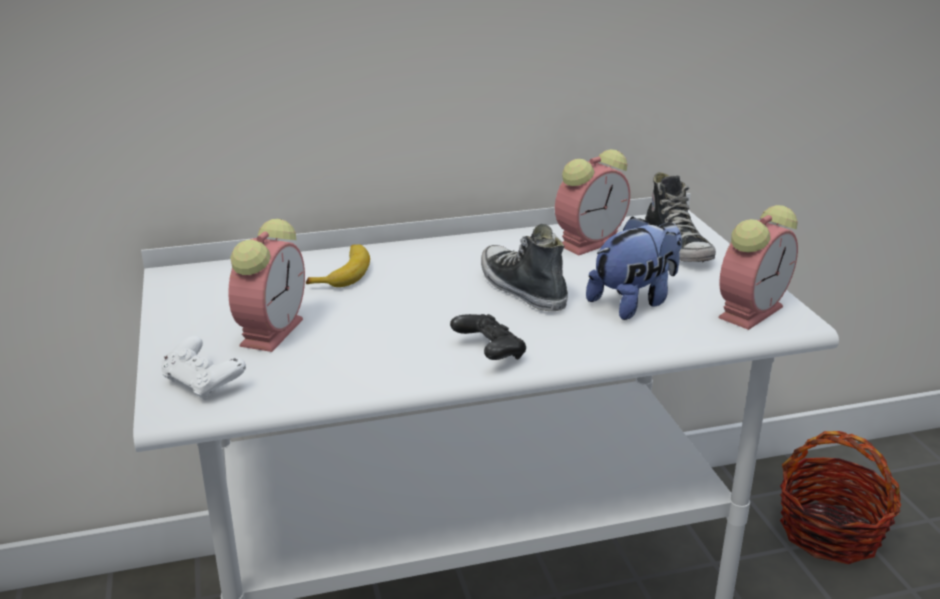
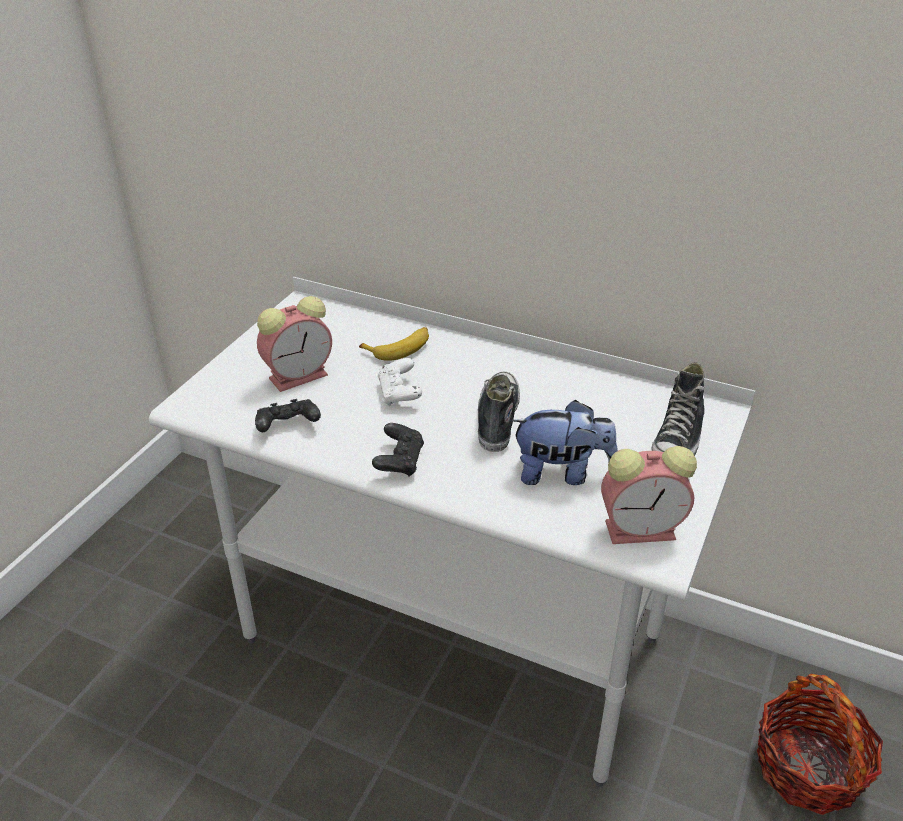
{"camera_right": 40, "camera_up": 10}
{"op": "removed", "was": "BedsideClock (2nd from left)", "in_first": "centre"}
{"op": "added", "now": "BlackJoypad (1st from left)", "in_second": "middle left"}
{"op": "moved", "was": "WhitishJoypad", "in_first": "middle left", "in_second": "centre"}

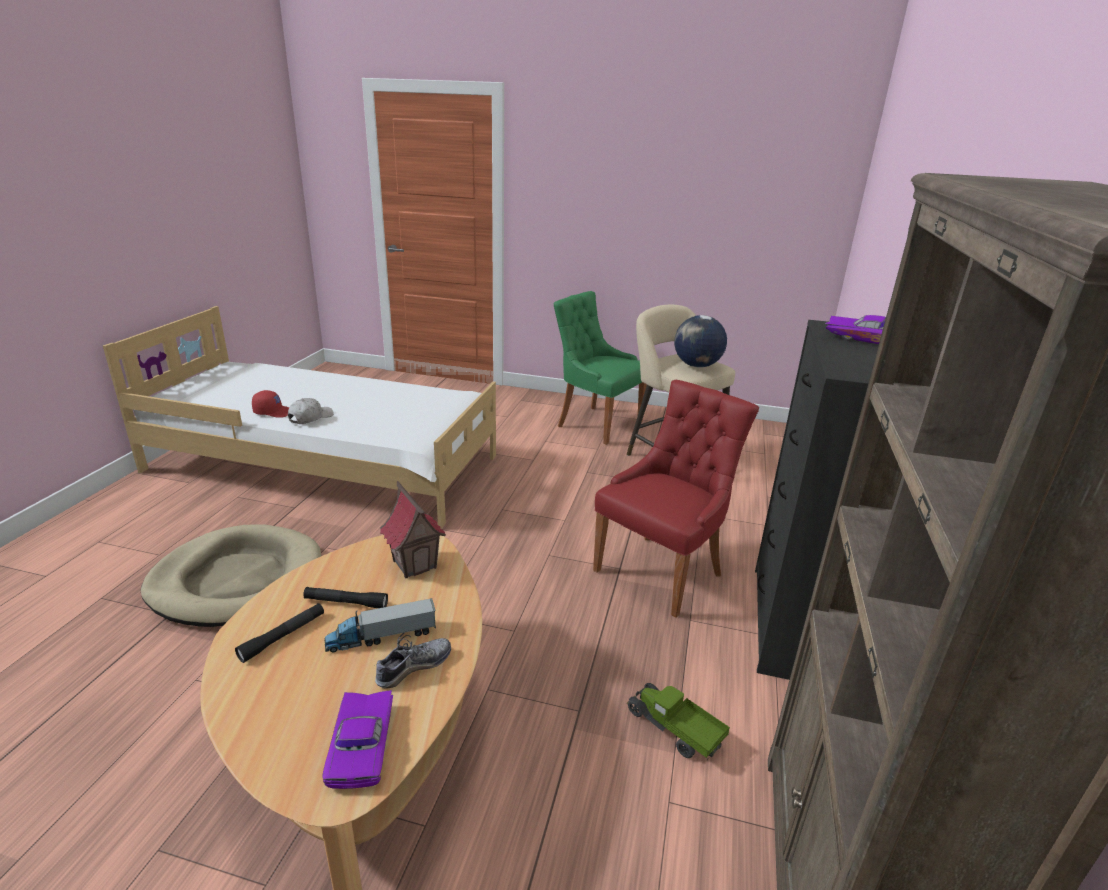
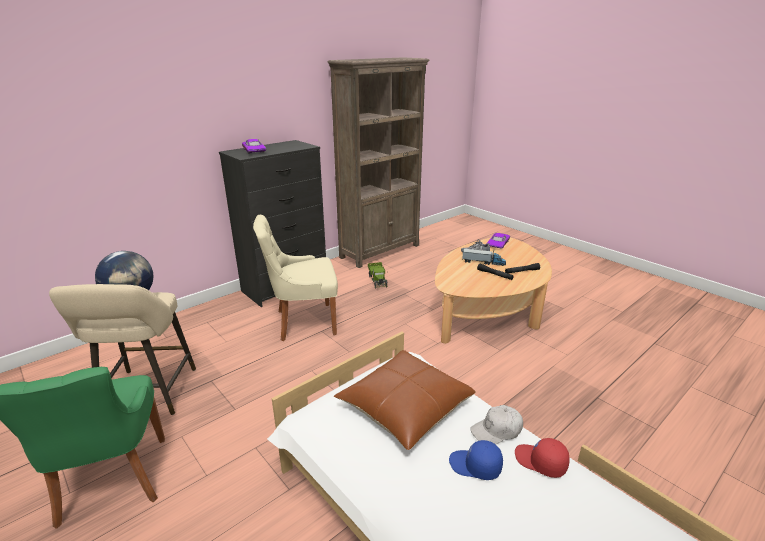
{"camera_right": -145, "camera_up": 0}
{"op": "removed", "was": "SandColouredDogBed", "in_first": "middle left"}
{"op": "removed", "was": "MiniatureHouse", "in_first": "centre"}
{"op": "added", "now": "BrownColouredPillow", "in_second": "bottom centre"}
{"op": "added", "now": "BlueBaseballCap", "in_second": "bottom centre"}
{"op": "recoloured", "was": "RedColouredChair", "now": "SandColouredChair", "in_first": "centre", "in_second": "centre"}

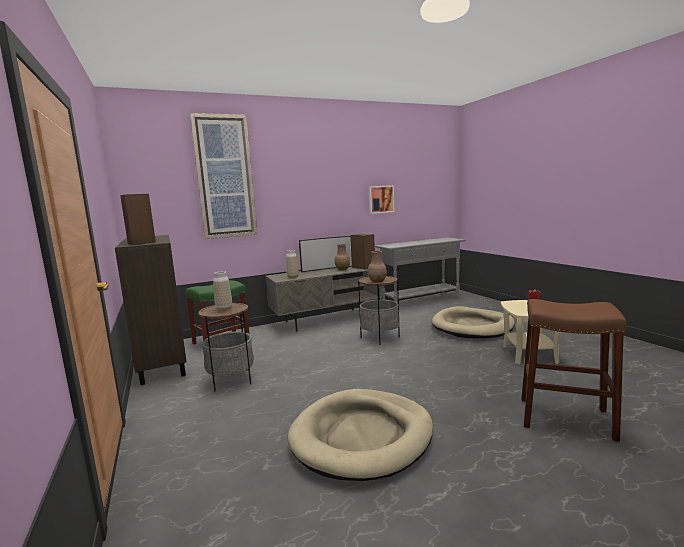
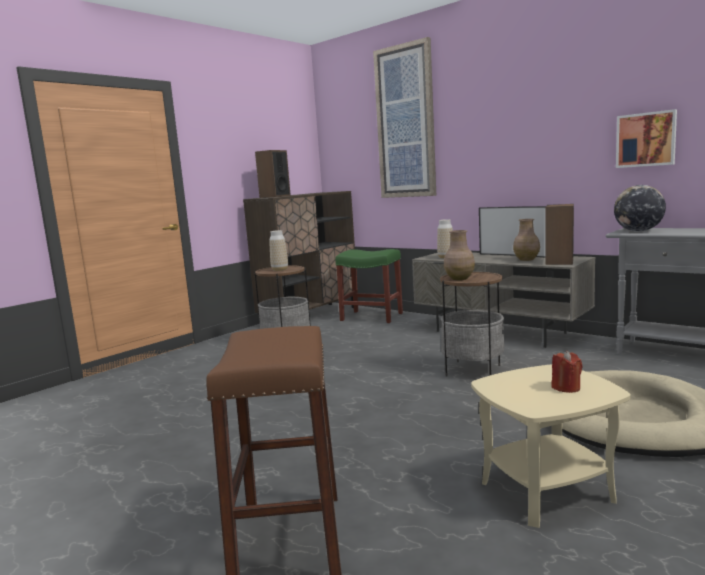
{"camera_right": 65, "camera_up": 0}
{"op": "removed", "was": "SandColouredDogBed (1st from left)", "in_first": "bottom centre"}
{"op": "added", "now": "WorldGlobe", "in_second": "middle right"}

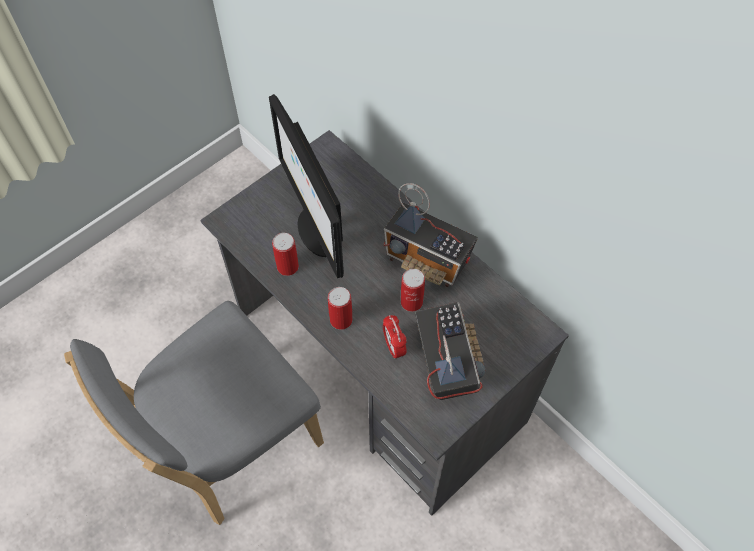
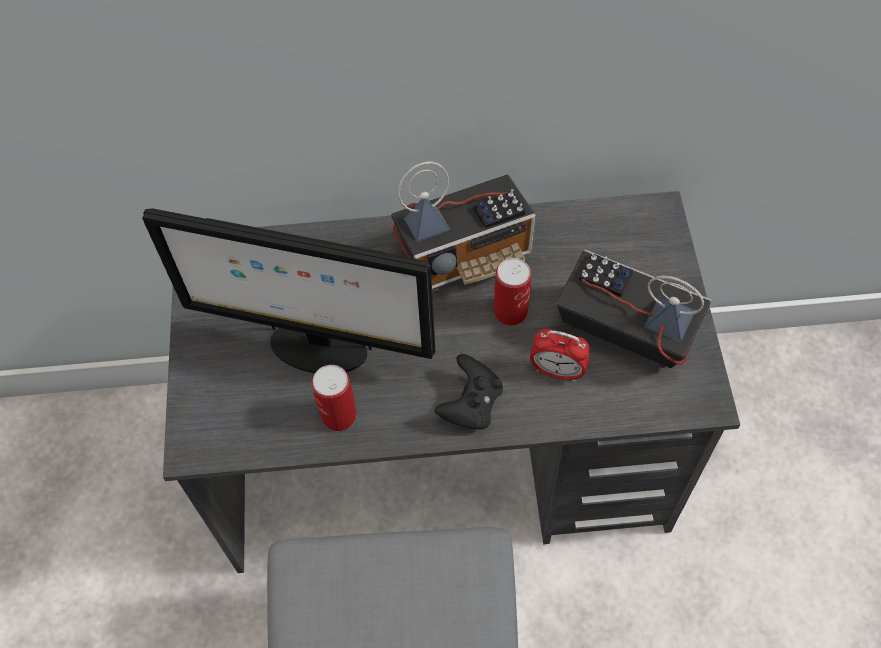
{"camera_right": -50, "camera_up": 0}
{"op": "replaced", "was": "MetalCan (2nd from left)", "now": "BlackJoypad", "in_first": "centre", "in_second": "centre"}

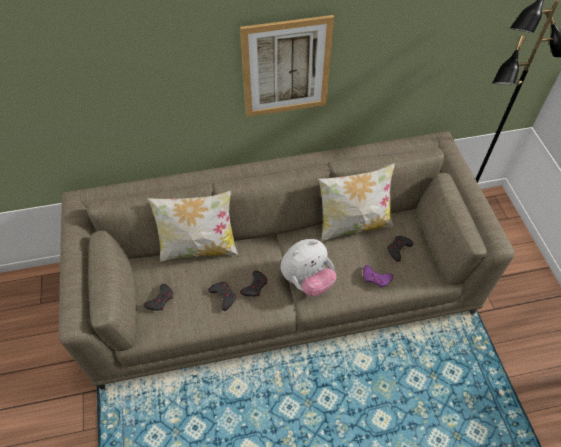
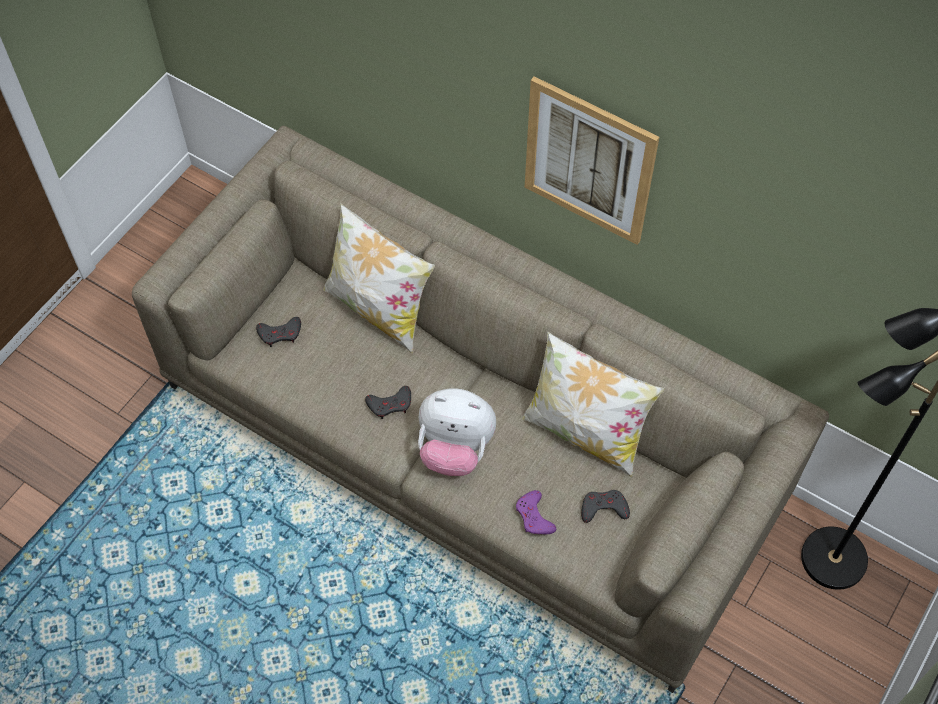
{"camera_right": 45, "camera_up": 5}
{"op": "removed", "was": "GrayJoypad (2nd from left)", "in_first": "centre"}

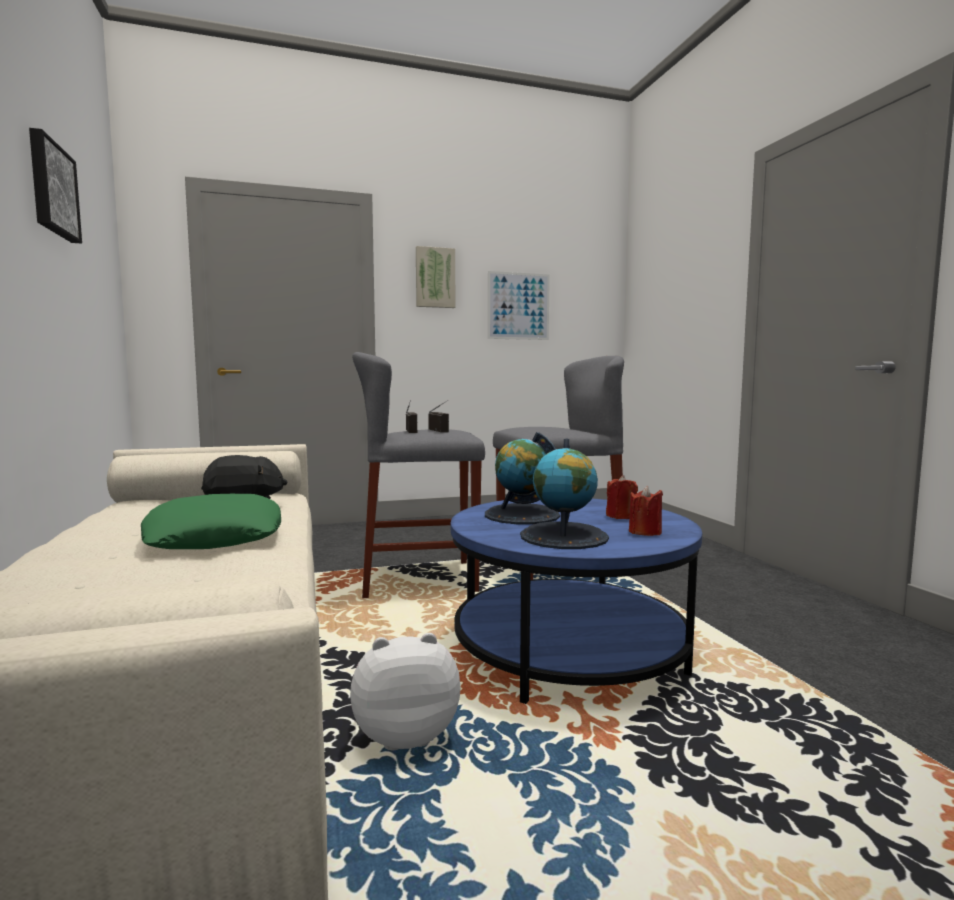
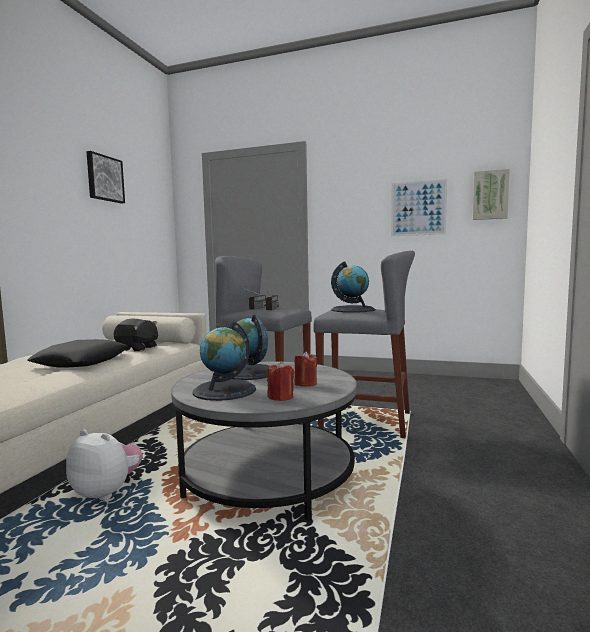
{"camera_right": 35, "camera_up": 0}
{"op": "added", "now": "WorldGlobe (3rd from left)", "in_second": "centre"}
{"op": "moved", "was": "Picture (2nd from left in the first image)", "now": "Picture (3rd from left)", "in_first": "top centre", "in_second": "top right"}
{"op": "recoloured", "was": "GreenishPillow", "now": "BlackPillow", "in_first": "middle left", "in_second": "middle left"}
{"op": "recoloured", "was": "BlueLowTable", "now": "GrayLowTable", "in_first": "bottom centre", "in_second": "bottom centre"}

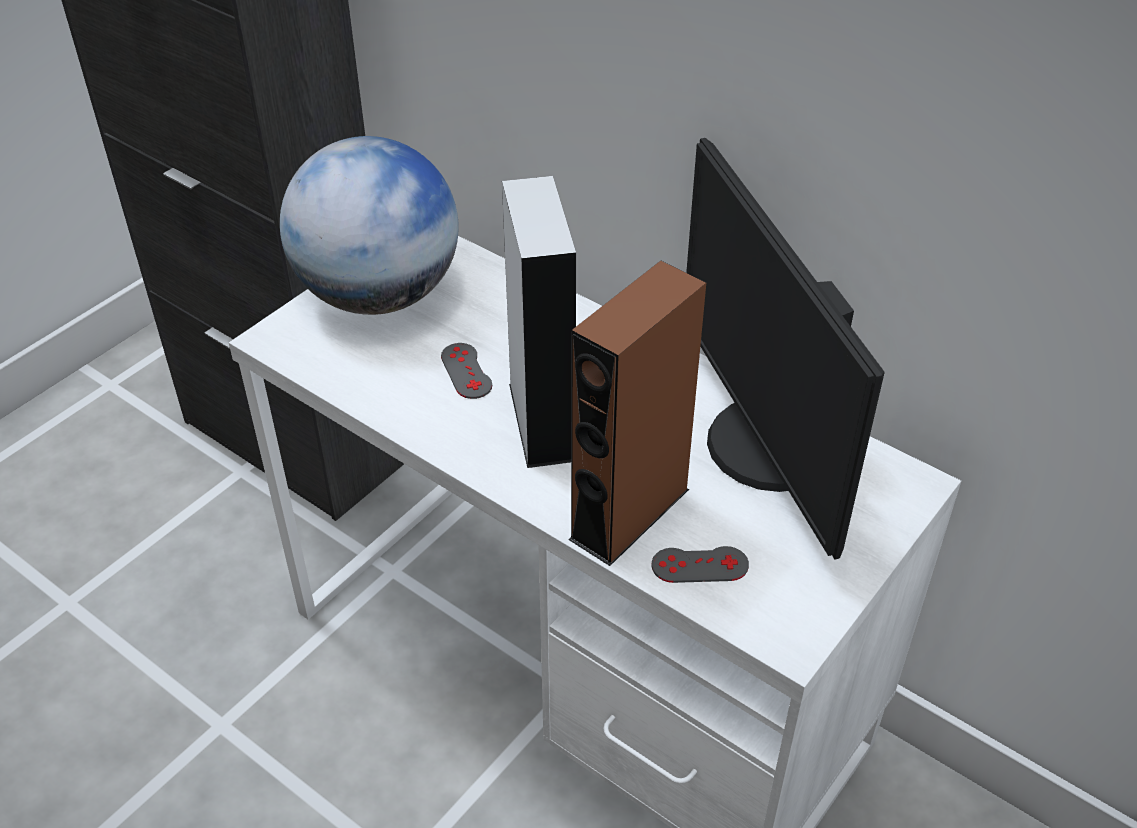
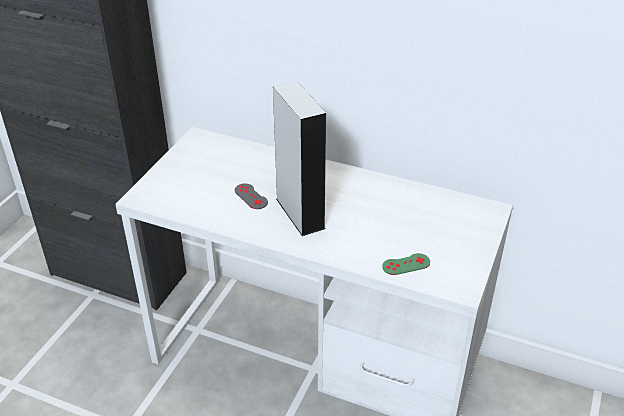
{"camera_right": -15, "camera_up": -5}
{"op": "removed", "was": "WorldGlobe", "in_first": "top left"}
{"op": "removed", "was": "BrownColouredAudioSpeaker", "in_first": "centre"}
{"op": "removed", "was": "ComputerScreen", "in_first": "middle right"}
{"op": "recoloured", "was": "GrayJoypad (2nd from left)", "now": "GreenishJoypad", "in_first": "bottom centre", "in_second": "centre"}

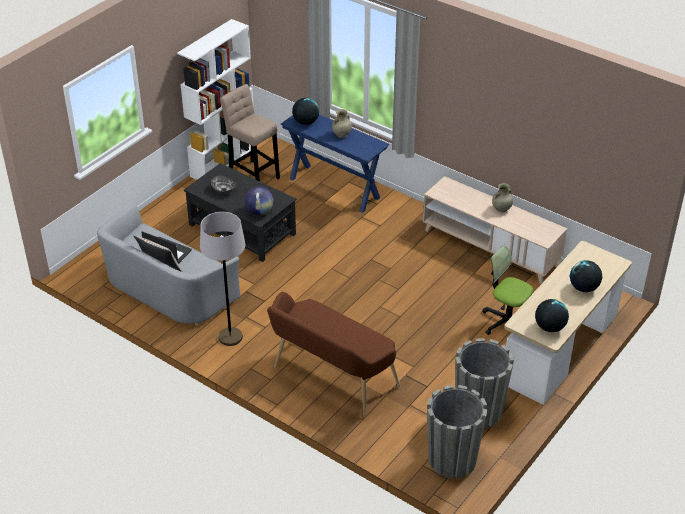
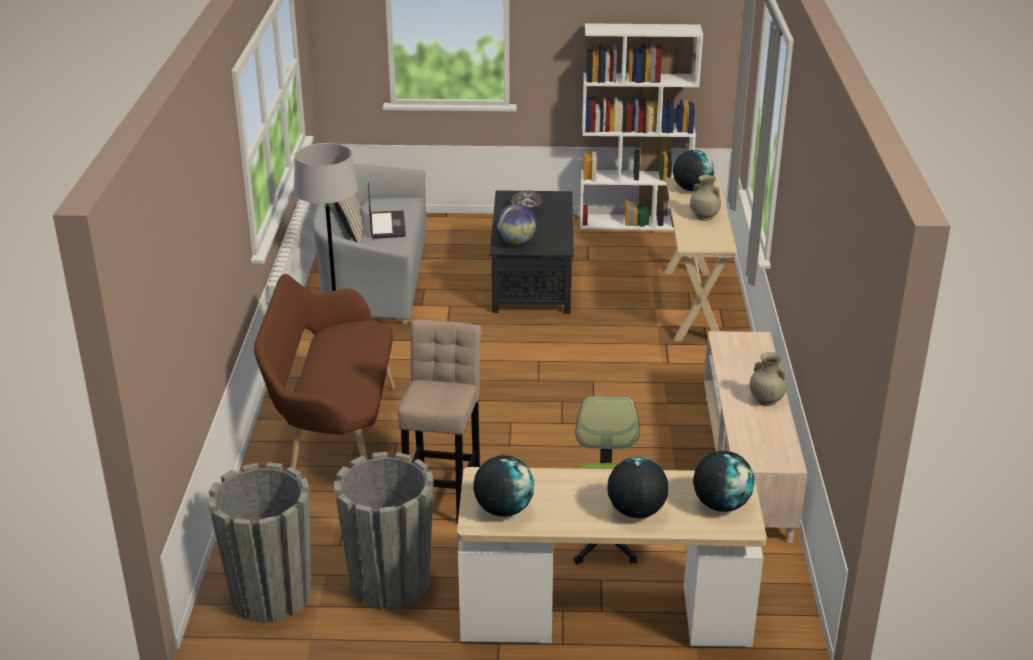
{"camera_right": 55, "camera_up": -10}
{"op": "added", "now": "WorldGlobe (5th from left)", "in_second": "bottom right"}
{"op": "moved", "was": "SandColouredSittingStool", "in_first": "top centre", "in_second": "centre"}
{"op": "recoloured", "was": "BlueHallTable", "now": "SandColouredHallTable", "in_first": "top centre", "in_second": "middle right"}

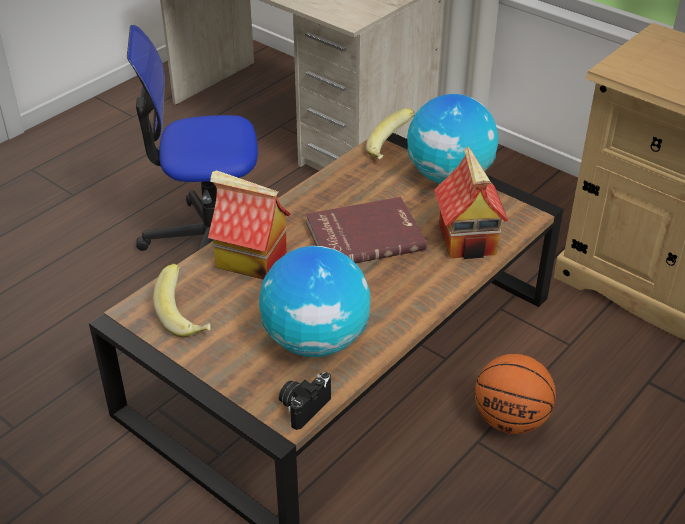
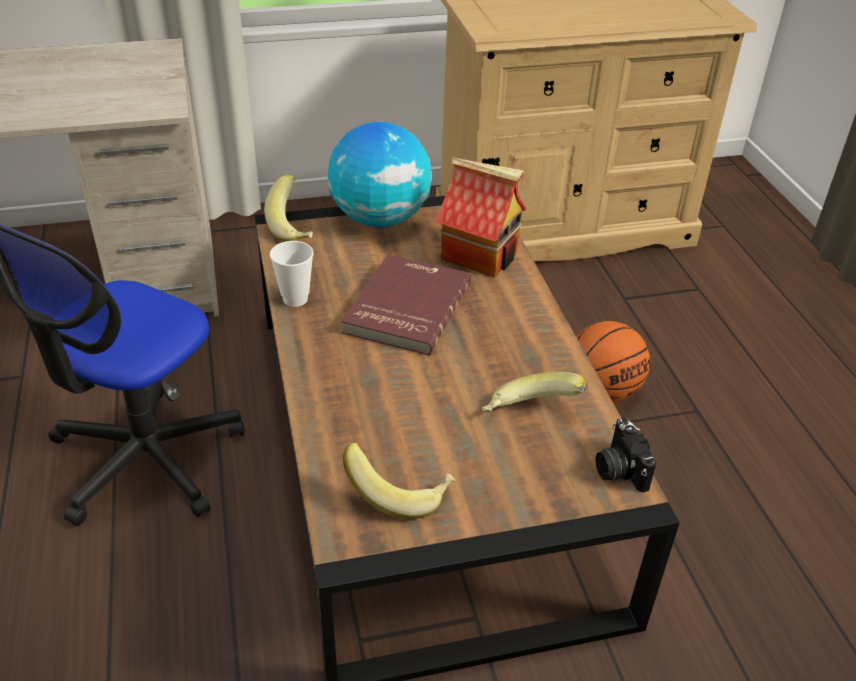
{"camera_right": -55, "camera_up": 0}
{"op": "removed", "was": "MiniatureHouse (1st from left)", "in_first": "centre"}
{"op": "added", "now": "SmallCup", "in_second": "centre"}
{"op": "replaced", "was": "WorldGlobe (1st from left)", "now": "WholeBanana (3rd from left)", "in_first": "centre", "in_second": "centre"}

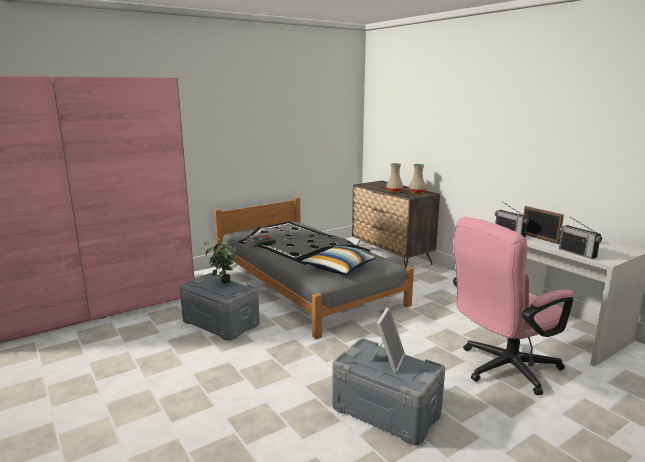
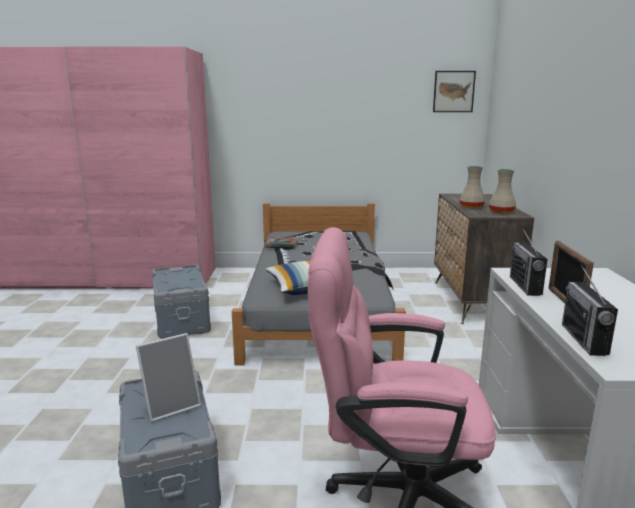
{"camera_right": 35, "camera_up": 0}
{"op": "removed", "was": "Houseplant", "in_first": "centre"}
{"op": "added", "now": "Picture", "in_second": "top right"}

